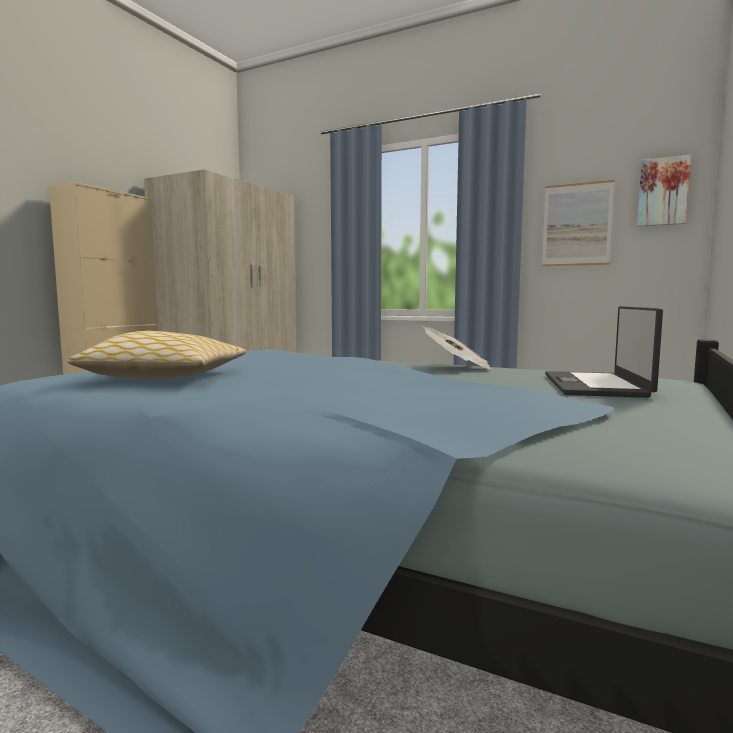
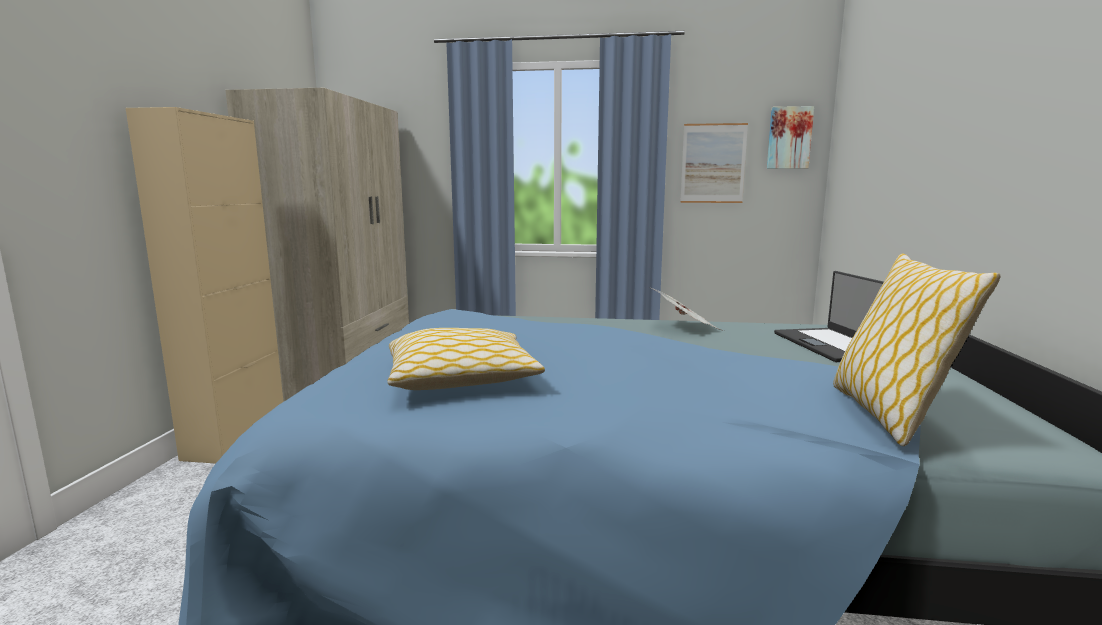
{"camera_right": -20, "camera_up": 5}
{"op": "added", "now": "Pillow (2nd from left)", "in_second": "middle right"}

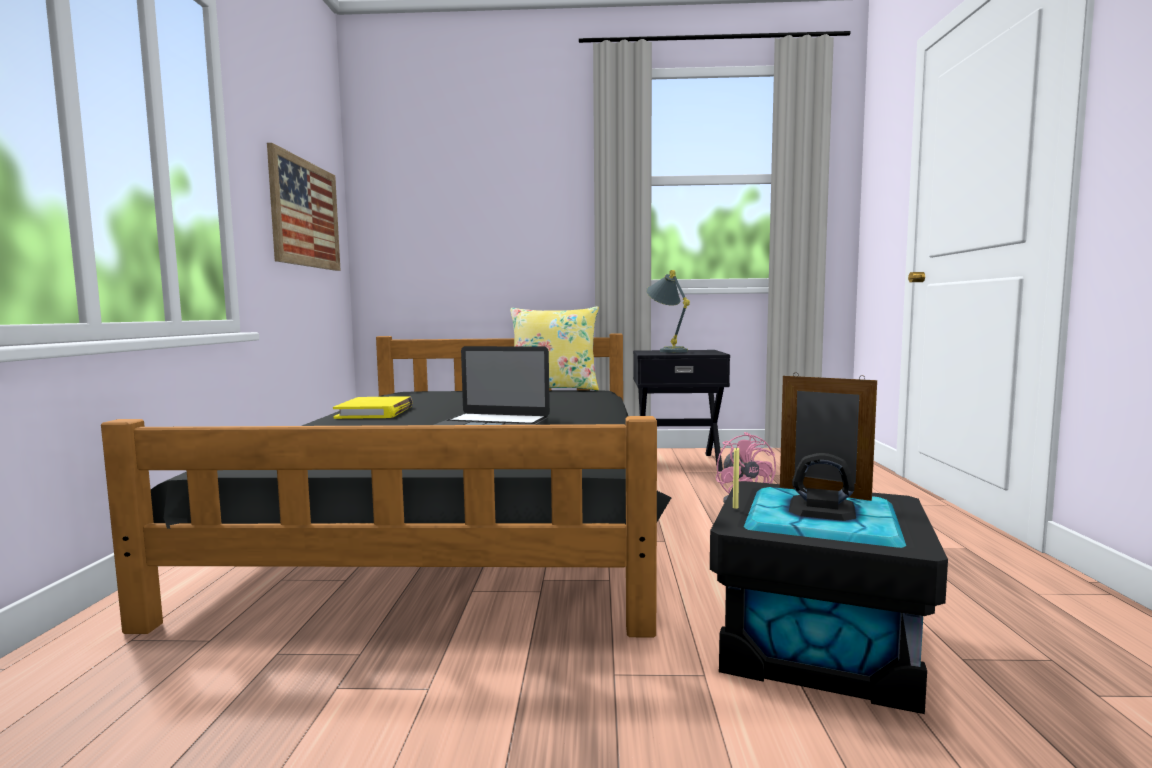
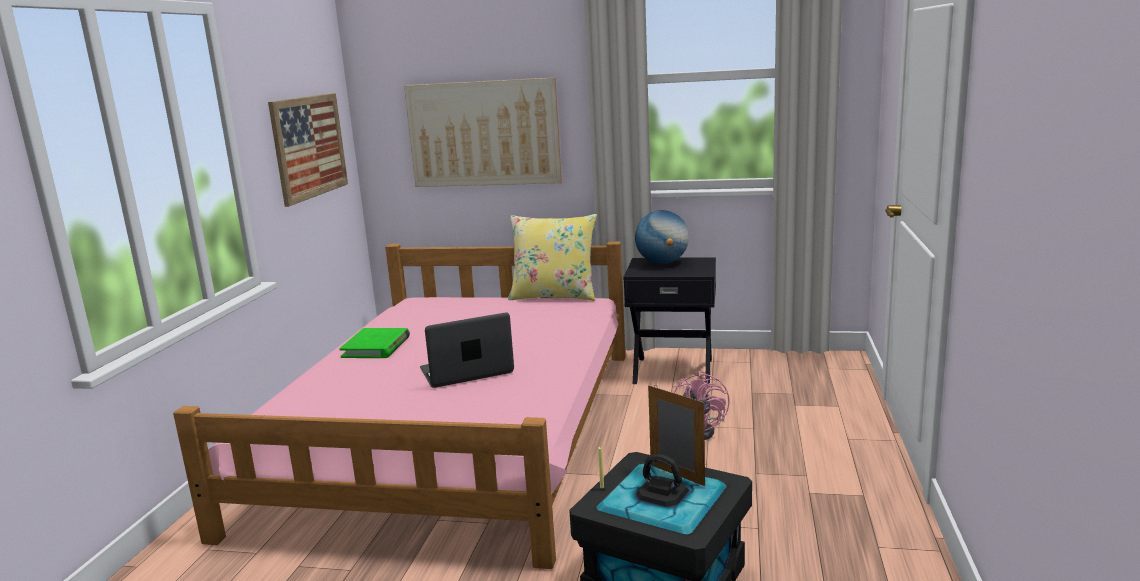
{"camera_right": 10, "camera_up": 10}
{"op": "added", "now": "Picture (2nd from left)", "in_second": "top centre"}
{"op": "replaced", "was": "GrayLampForATable", "now": "WorldGlobe", "in_first": "centre", "in_second": "centre"}
{"op": "recoloured", "was": "BlackSleepingBed", "now": "PinkishSleepingBed", "in_first": "centre", "in_second": "bottom centre"}
{"op": "recoloured", "was": "YellowBoundBook", "now": "GreenishBoundBook", "in_first": "middle left", "in_second": "middle left"}
{"op": "turned", "was": "PortableComputer", "in_first": "centre", "in_second": "centre", "clockwise": 135}

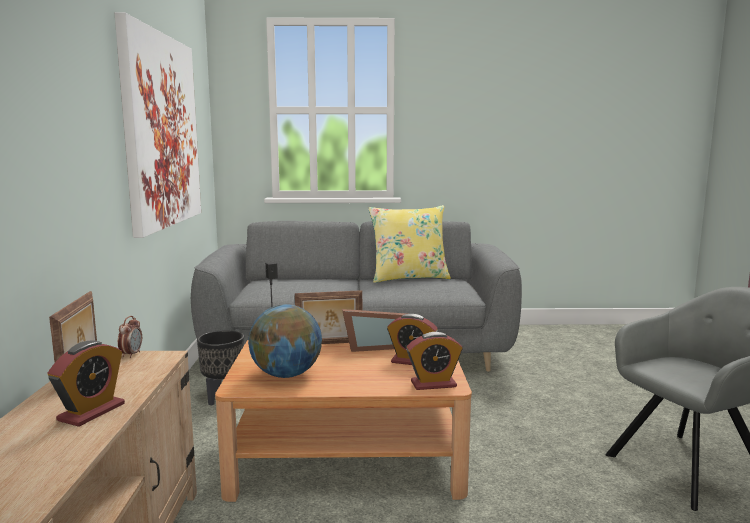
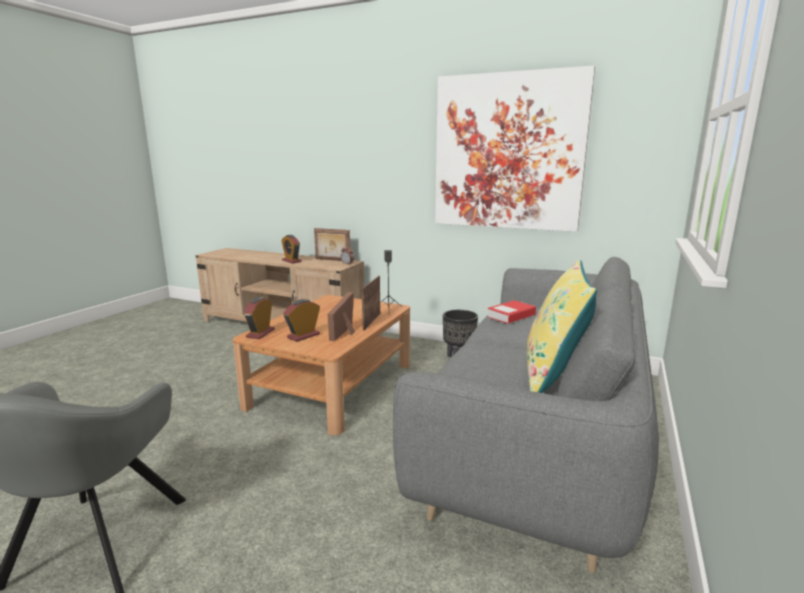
{"camera_right": 115, "camera_up": 5}
{"op": "removed", "was": "WorldGlobe", "in_first": "centre"}
{"op": "added", "now": "BoundBook", "in_second": "centre"}

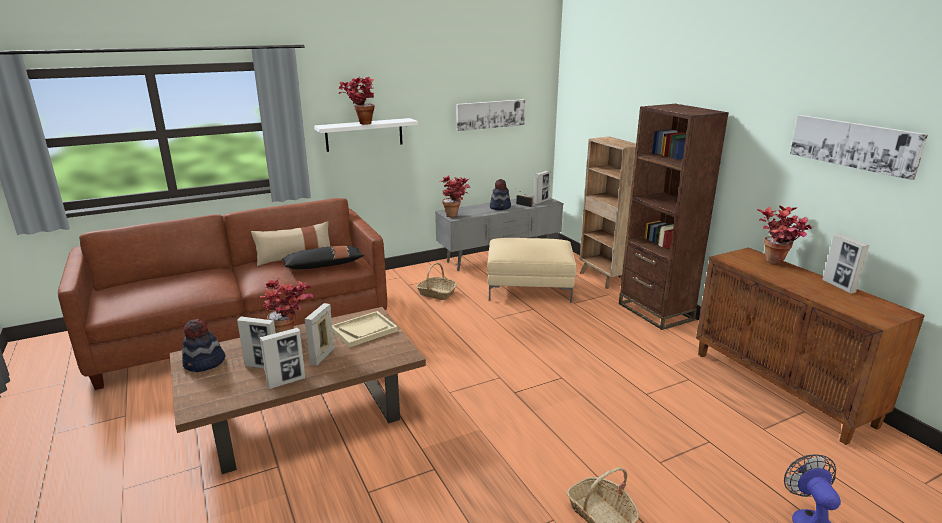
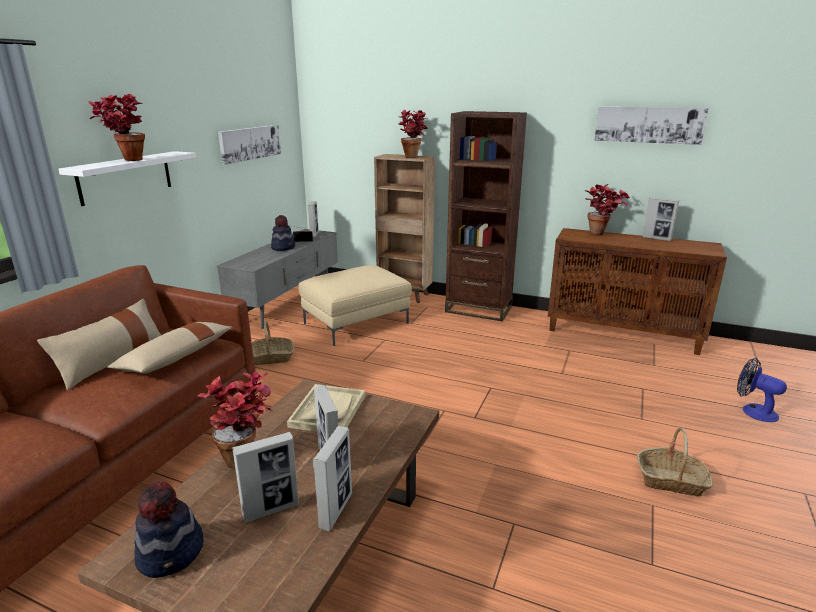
{"camera_right": -40, "camera_up": 0}
{"op": "moved", "was": "Houseplant (3rd from left)", "in_first": "centre", "in_second": "top centre"}
{"op": "recoloured", "was": "BlackPillow", "now": "SandColouredPillow (2nd from left)", "in_first": "centre", "in_second": "middle left"}

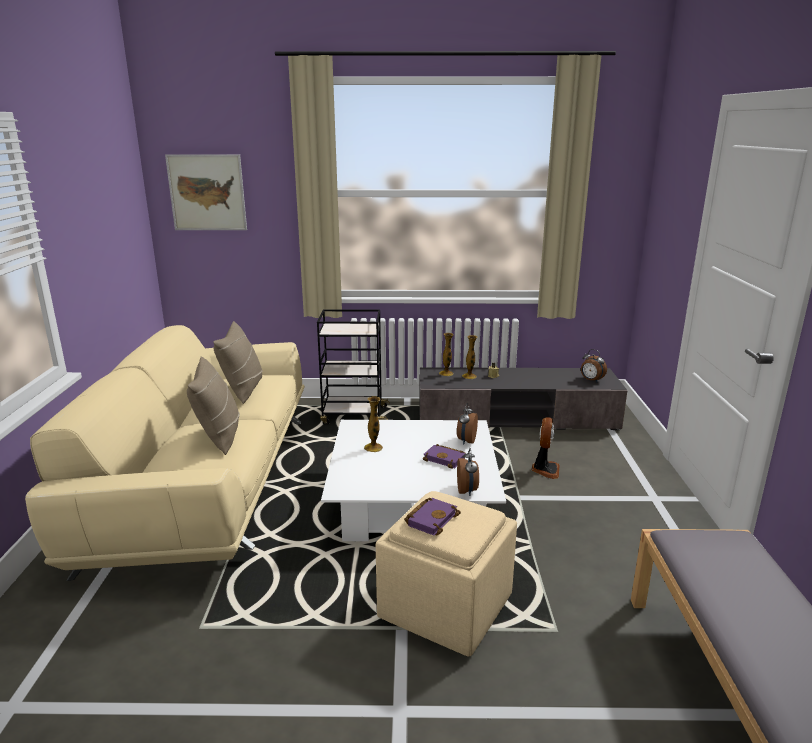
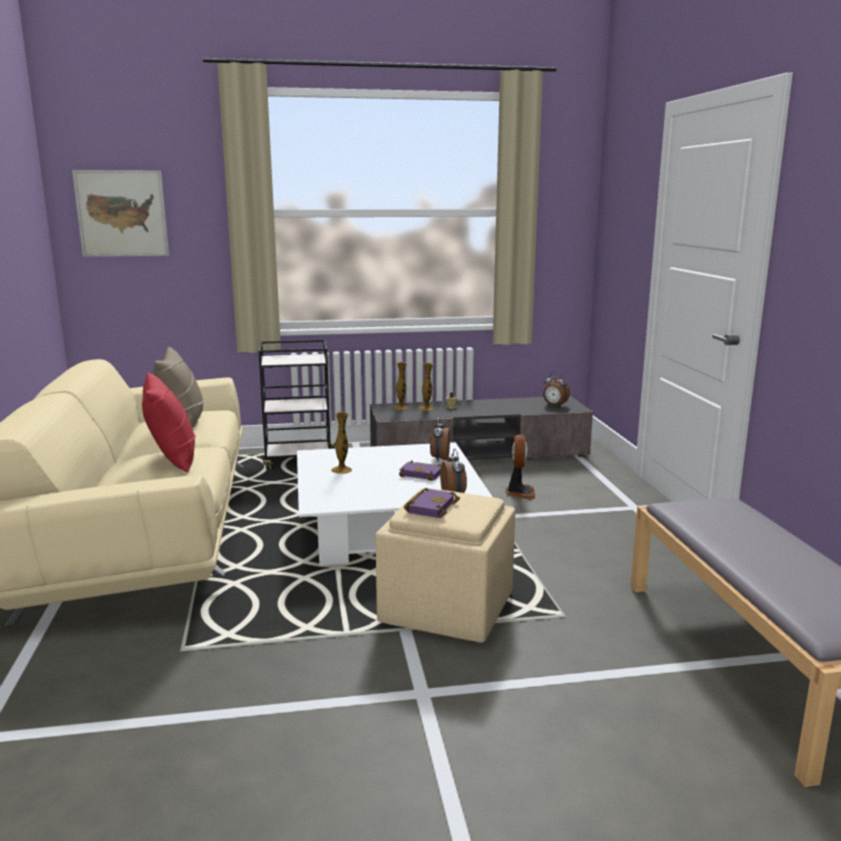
{"camera_right": -10, "camera_up": -5}
{"op": "recoloured", "was": "SandColouredPillow (1st from left)", "now": "RedColouredPillow", "in_first": "middle left", "in_second": "middle left"}

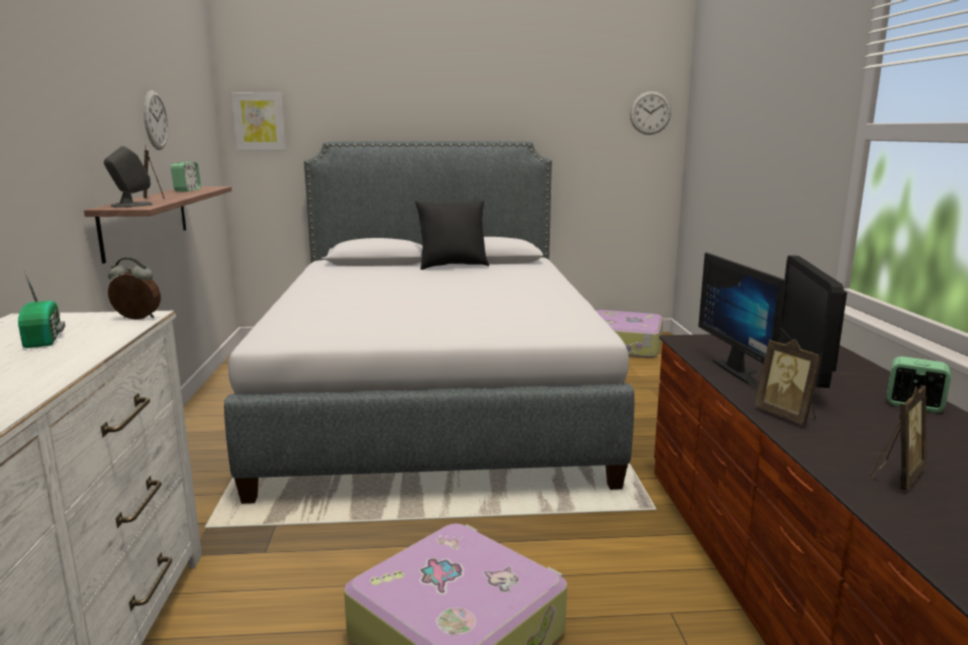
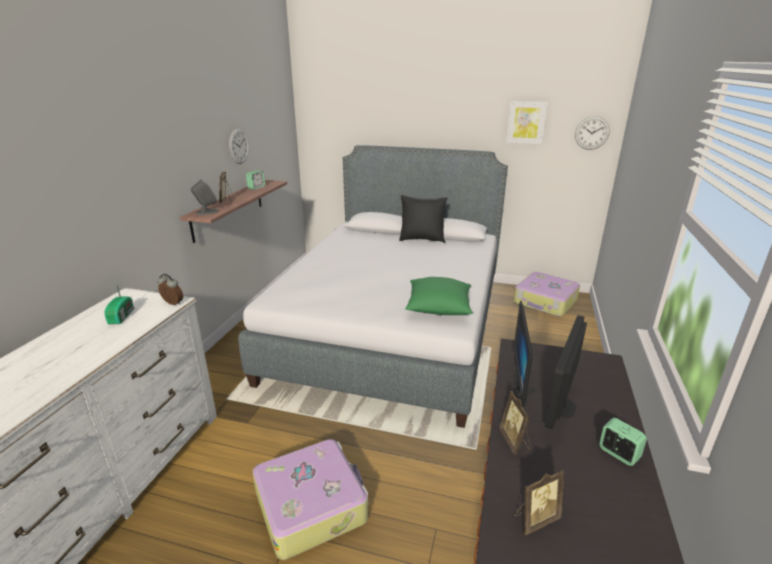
{"camera_right": 20, "camera_up": 10}
{"op": "added", "now": "GreenishPillow", "in_second": "centre"}
{"op": "moved", "was": "Picture", "in_first": "top left", "in_second": "top right"}

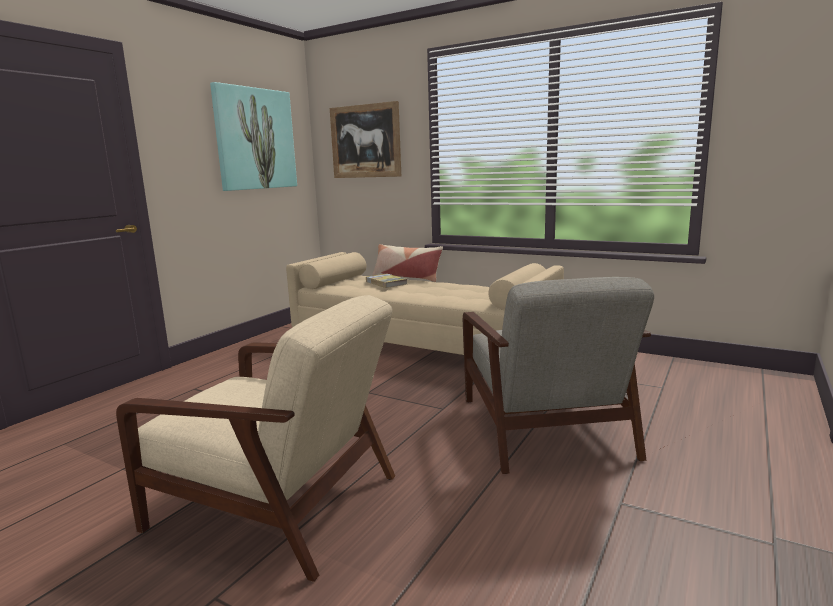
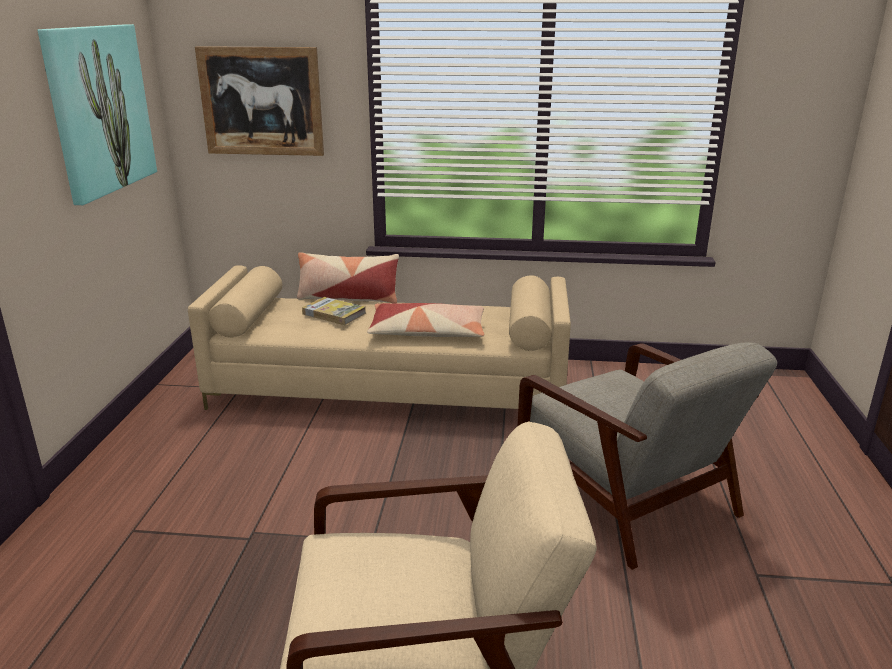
{"camera_right": -25, "camera_up": 10}
{"op": "added", "now": "Pillow (2nd from left)", "in_second": "centre"}

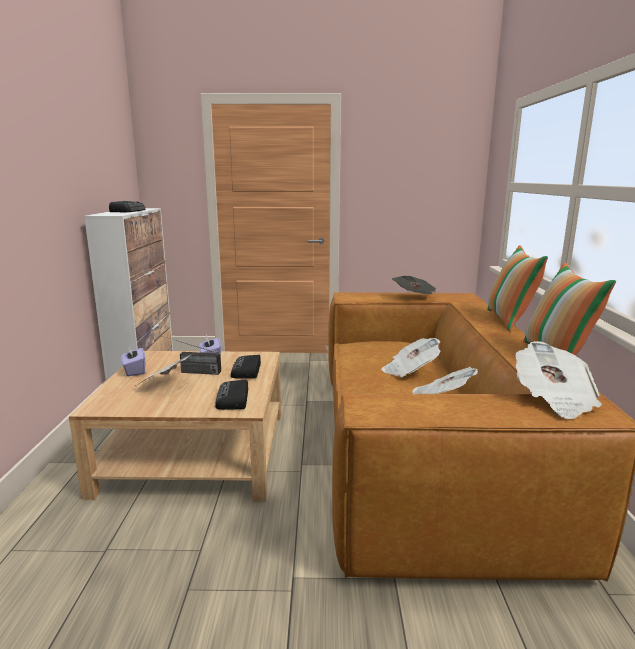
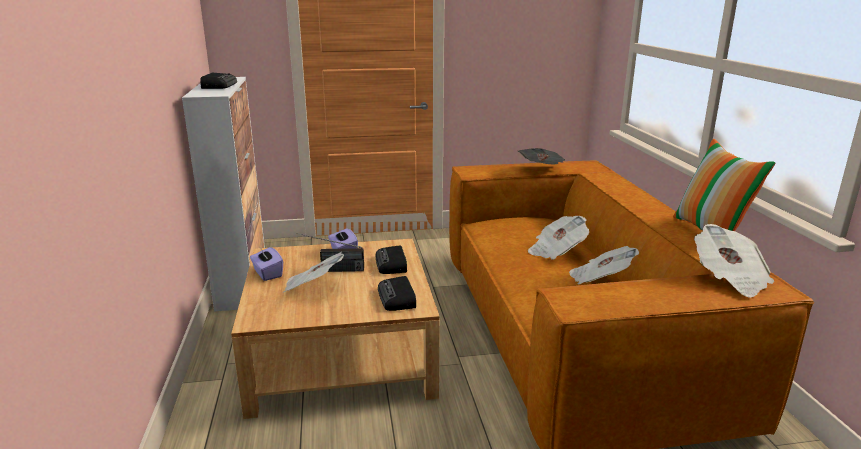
{"camera_right": -10, "camera_up": 5}
{"op": "removed", "was": "Pillow (1st from left)", "in_first": "middle right"}

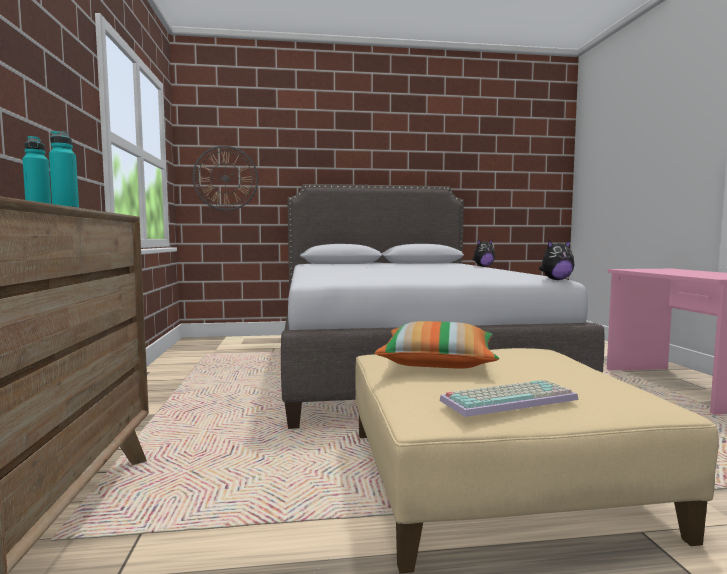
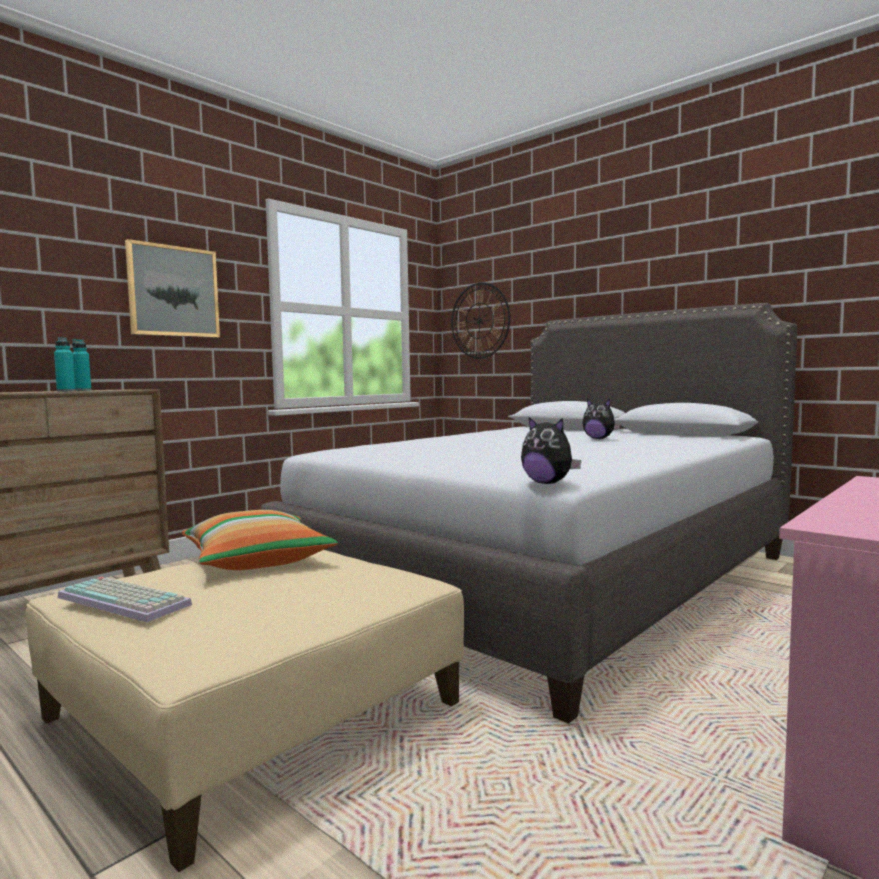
{"camera_right": 50, "camera_up": 0}
{"op": "added", "now": "Picture", "in_second": "top left"}
{"op": "moved", "was": "CuddlyToy (1st from left in the first image)", "now": "CuddlyToy (2nd from left)", "in_first": "centre", "in_second": "middle right"}

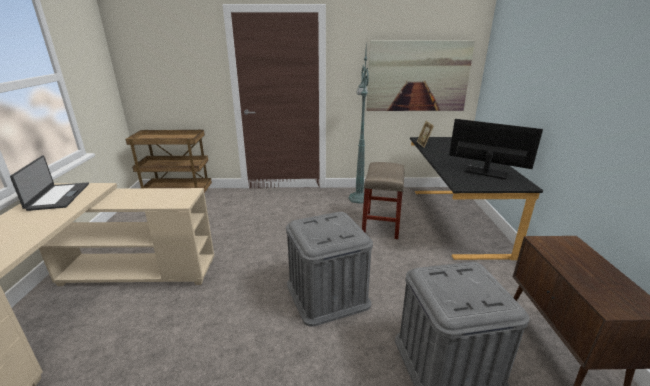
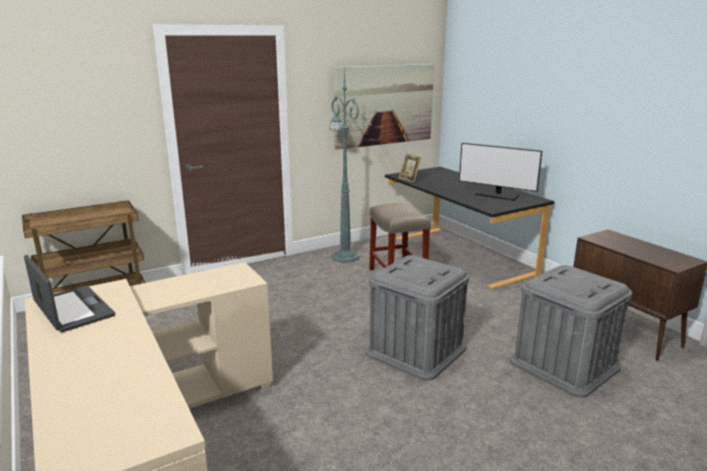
{"camera_right": -30, "camera_up": -5}
{"op": "turned", "was": "ComputerScreen", "in_first": "middle right", "in_second": "middle right", "clockwise": -150}

